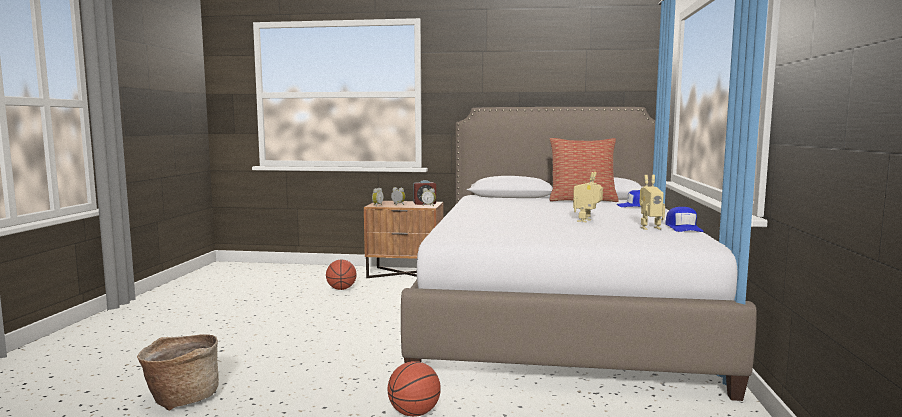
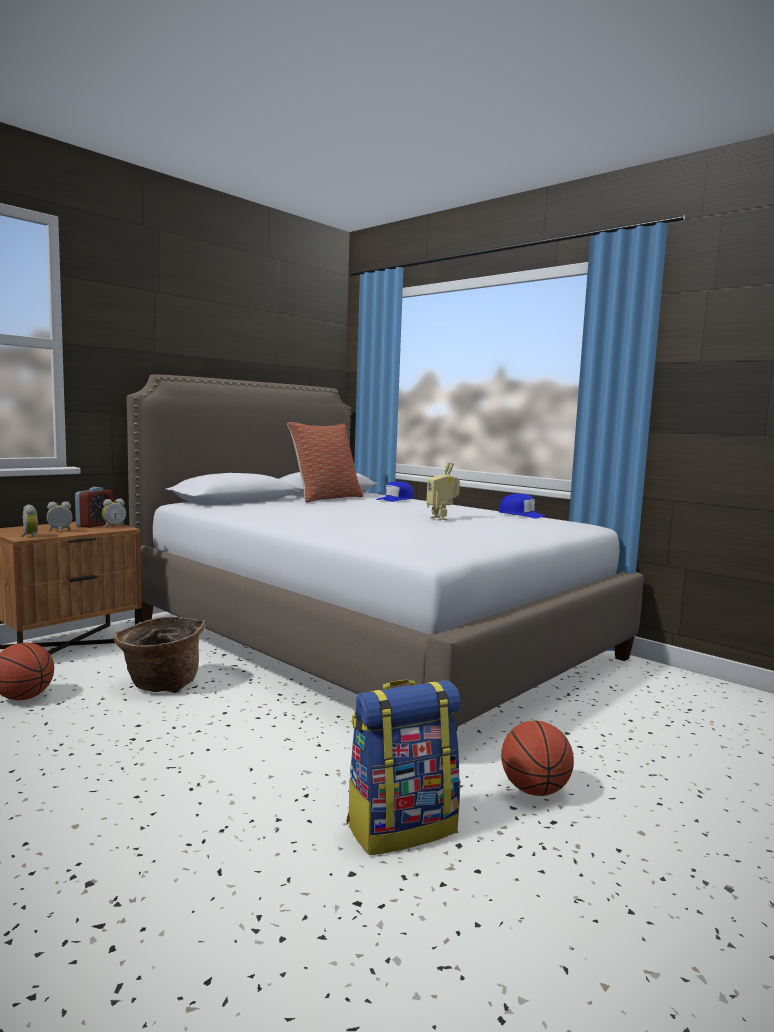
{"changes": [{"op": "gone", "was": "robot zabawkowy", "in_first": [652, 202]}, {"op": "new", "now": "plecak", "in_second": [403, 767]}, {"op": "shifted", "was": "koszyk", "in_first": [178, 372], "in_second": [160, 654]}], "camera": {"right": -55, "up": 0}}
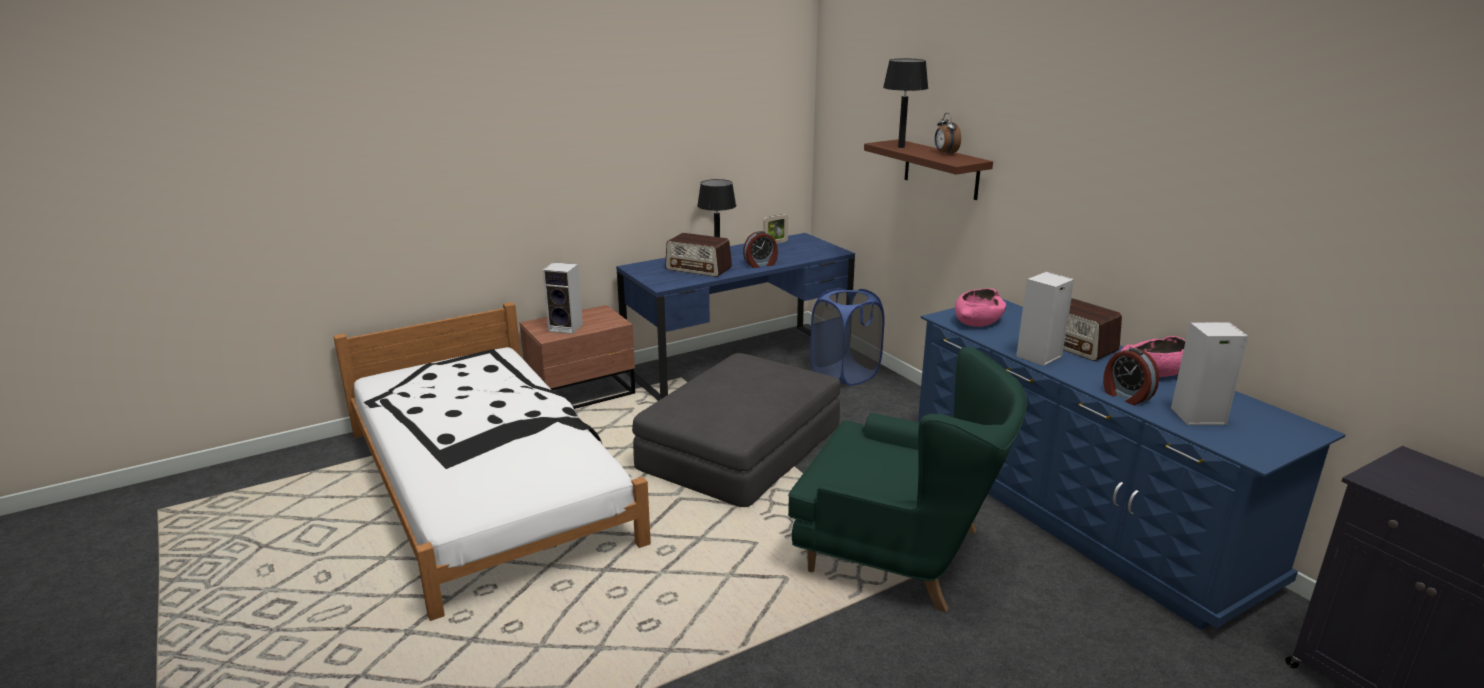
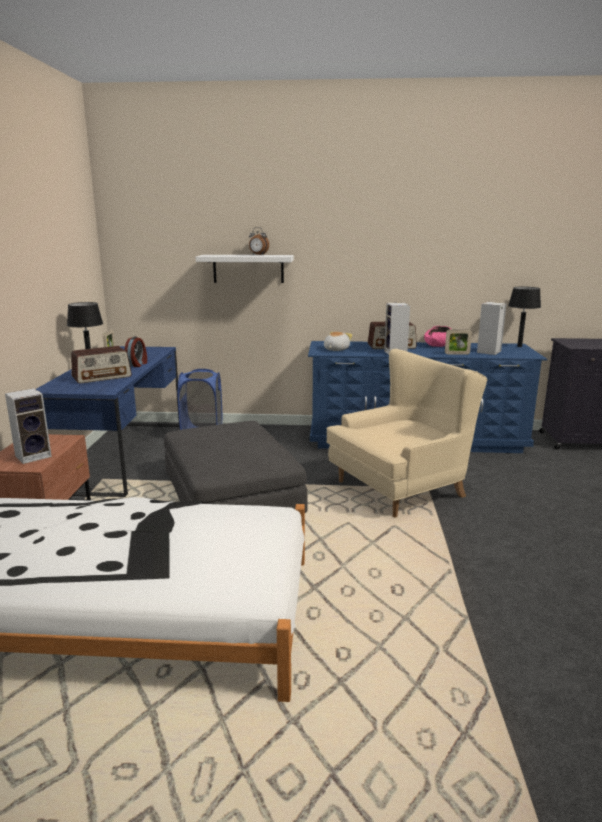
{"changes": [{"op": "shifted", "was": "lampa stołowa (czarny)", "in_first": [905, 103], "in_second": [524, 317]}, {"op": "swapped", "was": "miska (różowy)", "now": "pluszak", "in_first": [980, 307], "in_second": [338, 341]}, {"op": "swapped", "was": "budzik", "now": "ramka na zdjęcie", "in_first": [1131, 376], "in_second": [458, 342]}, {"op": "repainted", "was": "fotel (zielony)", "now": "fotel (beżowy)", "in_first": [907, 479], "in_second": [407, 433]}, {"op": "repainted", "was": "półka (brązowy)", "now": "półka (biały)", "in_first": [928, 169], "in_second": [245, 269]}], "camera": {"right": -55, "up": -5}}
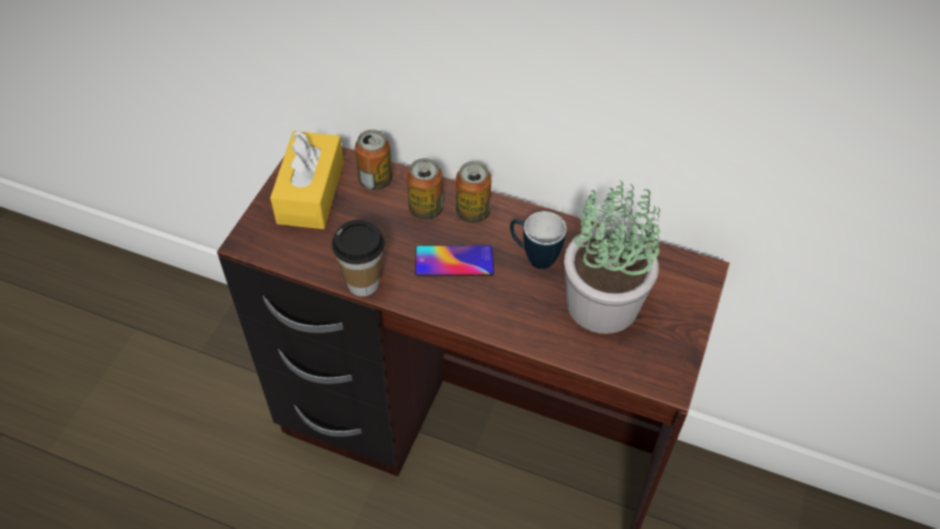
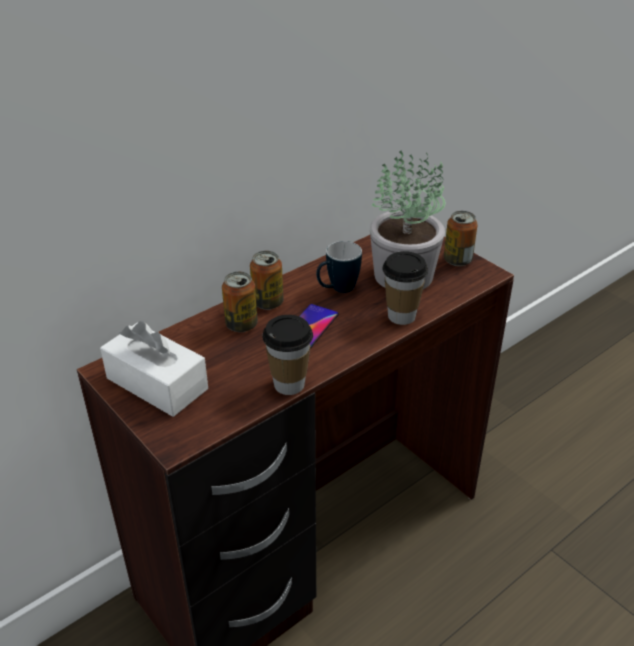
{"changes": [{"op": "new", "now": "filiżanka", "in_second": [405, 288]}, {"op": "shifted", "was": "puszka", "in_first": [373, 160], "in_second": [461, 238]}, {"op": "repainted", "was": "pudełko chusteczek (żółty)", "now": "pudełko chusteczek (biały)", "in_first": [307, 180], "in_second": [154, 369]}], "camera": {"right": -60, "up": -15}}
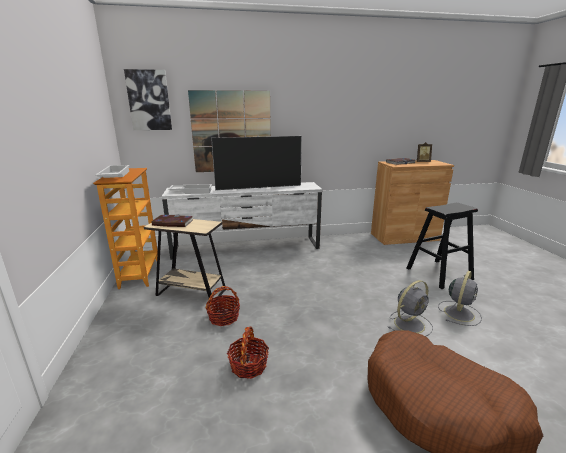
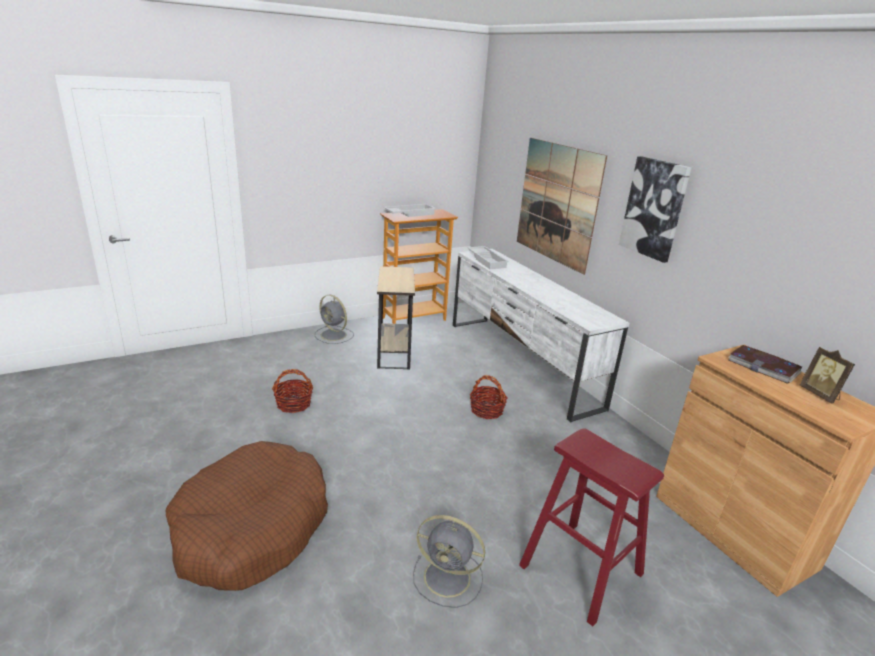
{"changes": [{"op": "gone", "was": "książka", "in_first": [172, 221]}, {"op": "gone", "was": "telewizor", "in_first": [256, 163]}, {"op": "shifted", "was": "obraz", "in_first": [148, 99], "in_second": [655, 209]}, {"op": "shifted", "was": "koszyk", "in_first": [223, 306], "in_second": [488, 397]}, {"op": "shifted", "was": "wentylator (szary)", "in_first": [410, 308], "in_second": [334, 319]}, {"op": "repainted", "was": "stołek (czarny)", "now": "stołek (czerwony)", "in_first": [442, 246], "in_second": [591, 527]}], "camera": {"right": 70, "up": 5}}
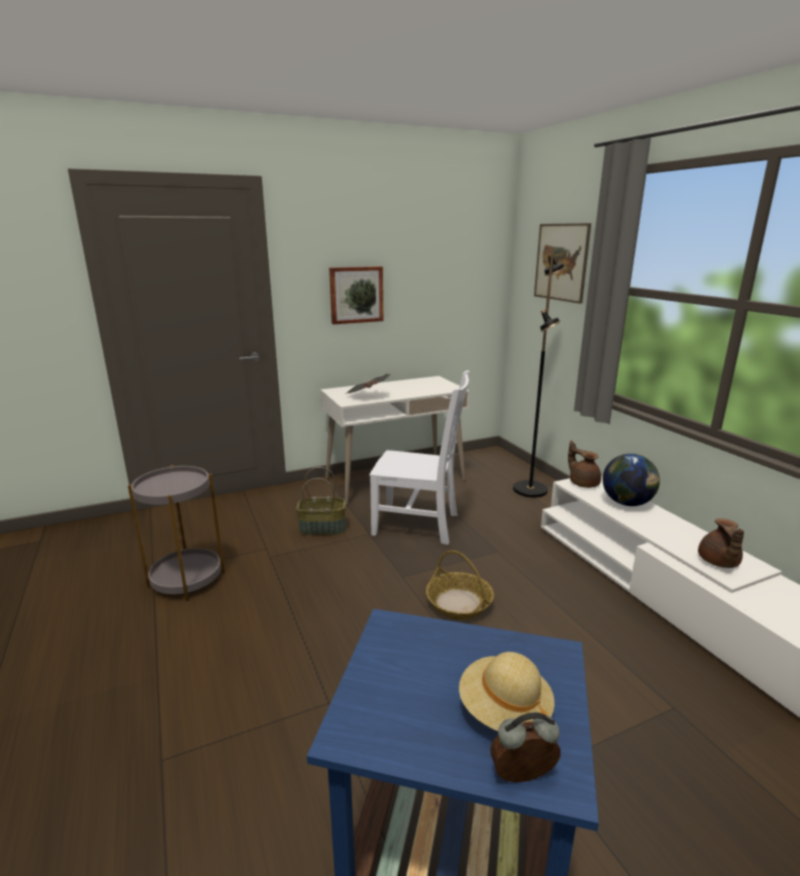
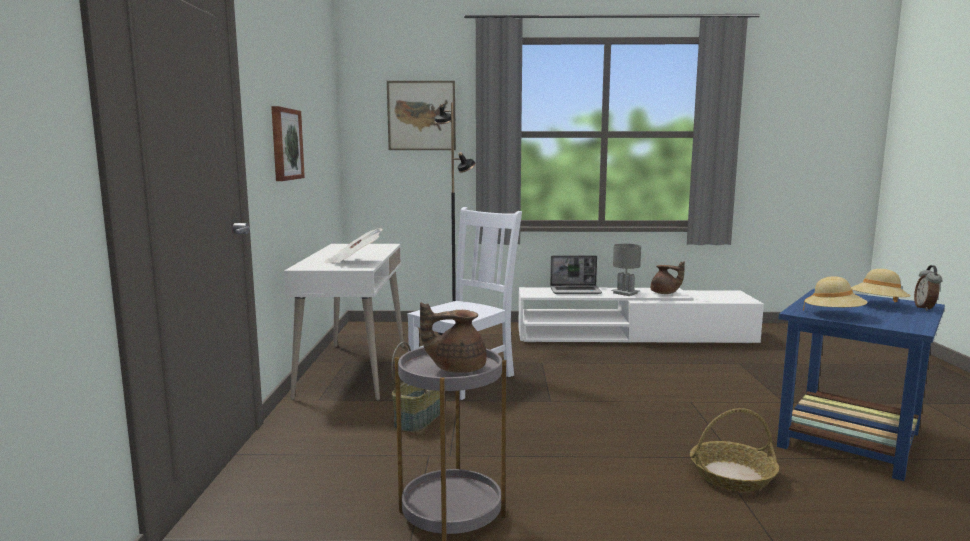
{"changes": [{"op": "new", "now": "lampa stołowa (szary)", "in_second": [626, 270]}, {"op": "new", "now": "kapelusz (beżowy)", "in_second": [835, 293]}, {"op": "shifted", "was": "koszyk", "in_first": [460, 585], "in_second": [734, 450]}, {"op": "shifted", "was": "imbryk (brązowy)", "in_first": [584, 464], "in_second": [453, 337]}, {"op": "swapped", "was": "globus", "now": "laptop", "in_first": [631, 480], "in_second": [576, 274]}], "camera": {"right": -65, "up": -10}}
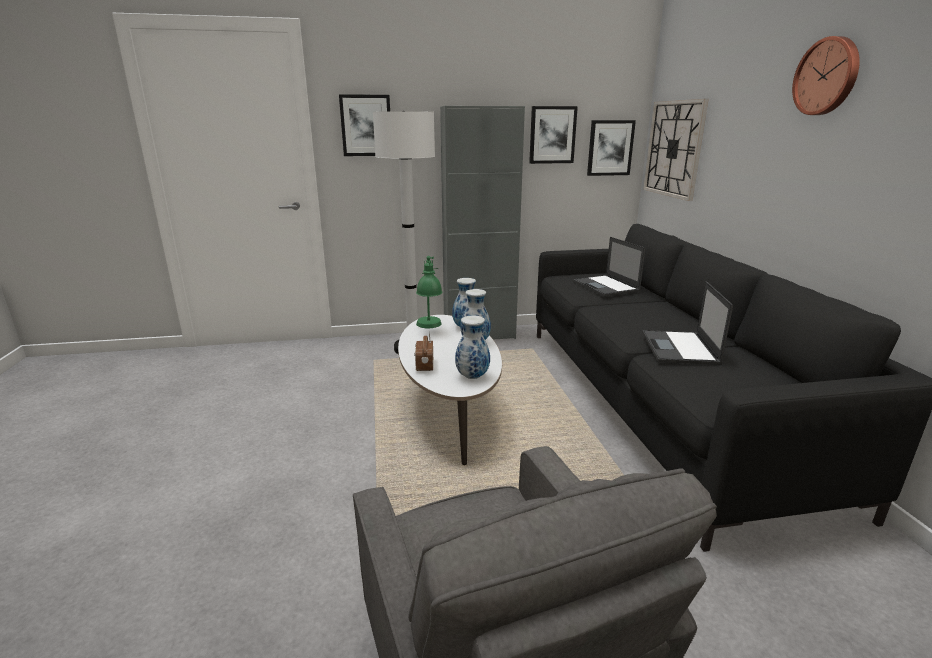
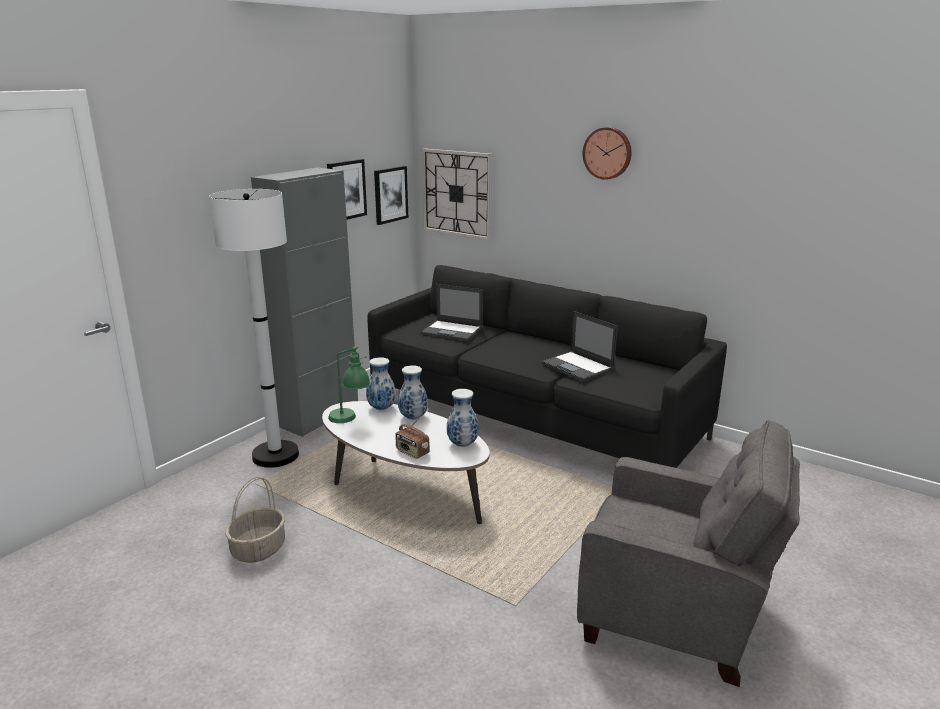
{"changes": [{"op": "gone", "was": "obraz", "in_first": [364, 125]}, {"op": "new", "now": "koszyk", "in_second": [255, 520]}], "camera": {"right": -45, "up": 0}}
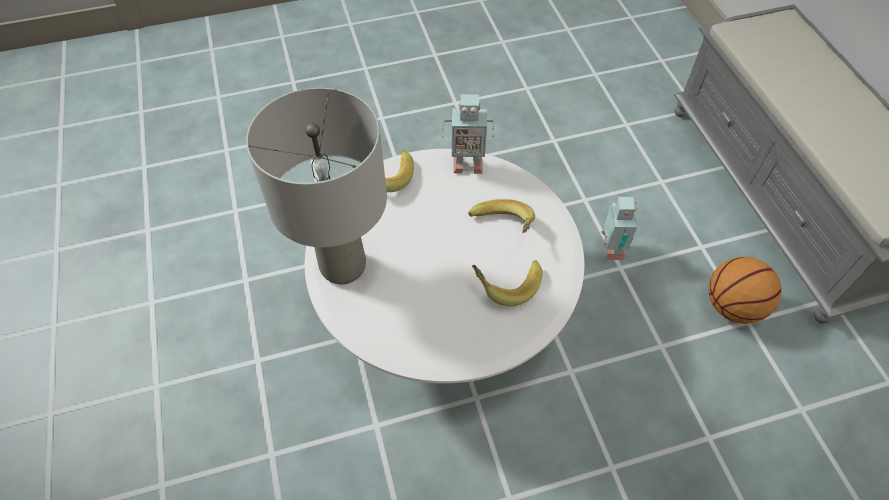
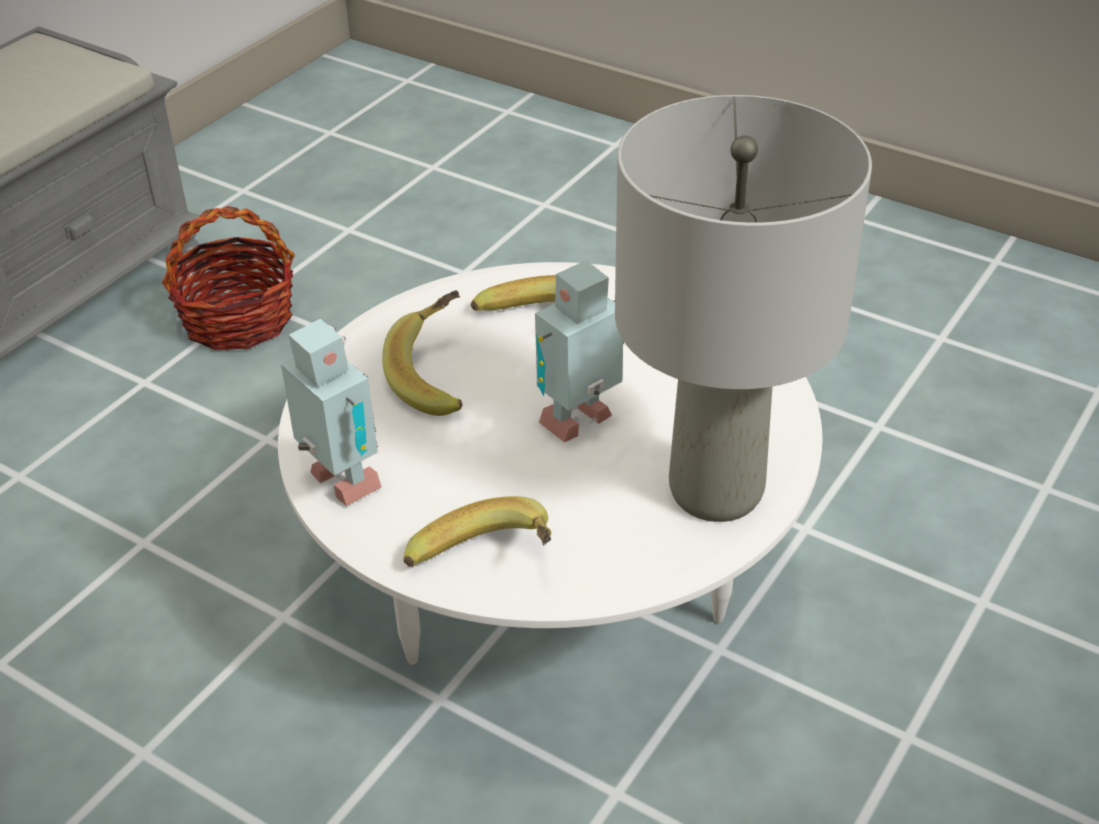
{"changes": [{"op": "shifted", "was": "robot zabawkowy", "in_first": [619, 228], "in_second": [579, 351]}, {"op": "swapped", "was": "piłka do koszykówki", "now": "koszyk", "in_first": [744, 290], "in_second": [228, 278]}], "camera": {"right": -130, "up": -15}}
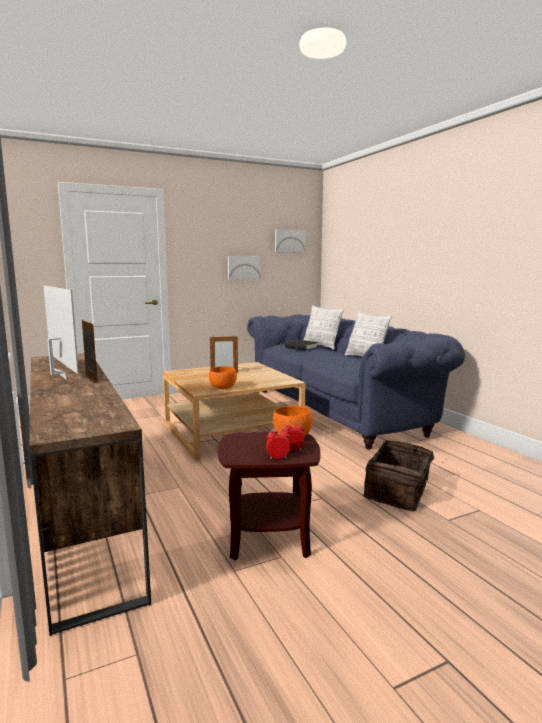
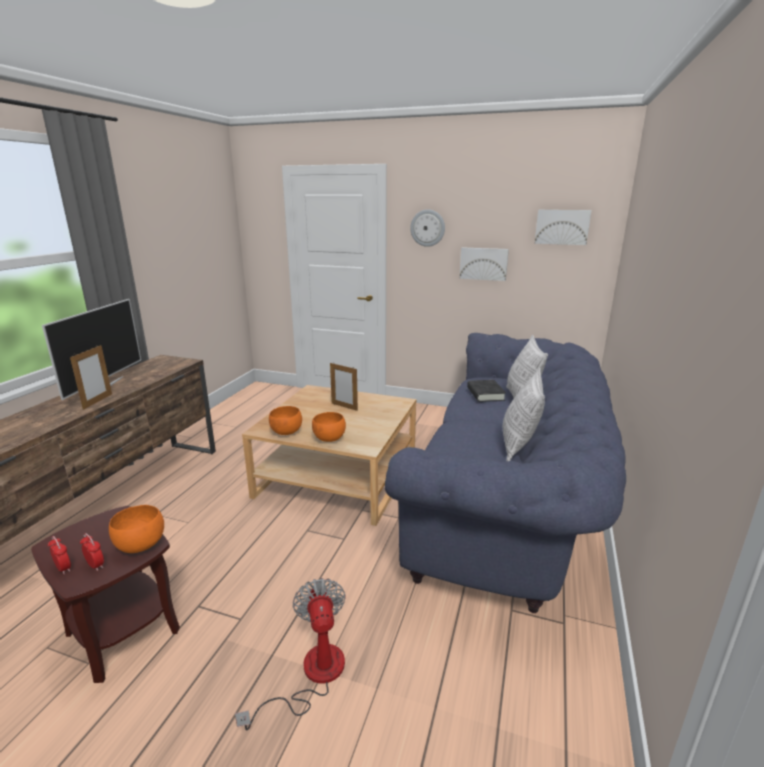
{"changes": [{"op": "new", "now": "miska (pomarańczowy)", "in_second": [329, 427]}, {"op": "new", "now": "zegar ścienny", "in_second": [427, 228]}, {"op": "swapped", "was": "koszyk", "now": "wentylator", "in_first": [405, 476], "in_second": [290, 654]}], "camera": {"right": 45, "up": 10}}
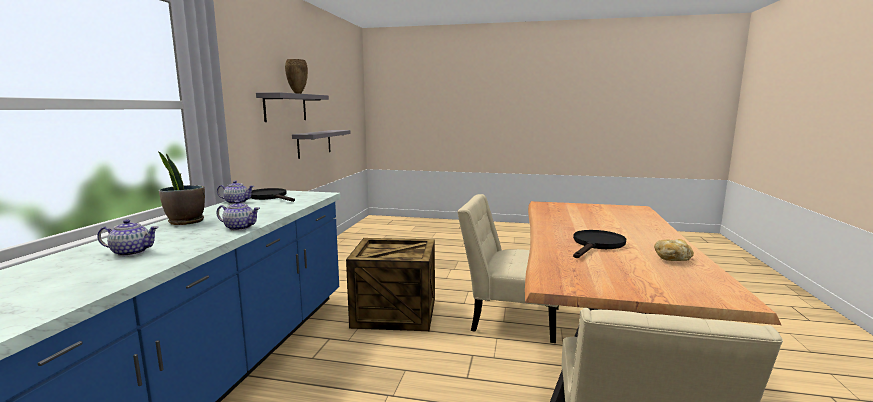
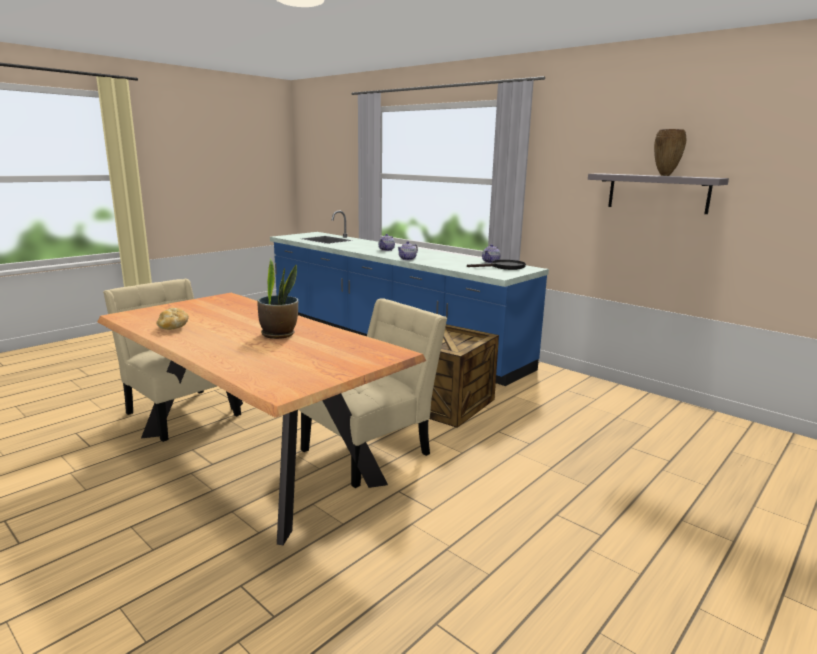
{"changes": [{"op": "gone", "was": "półka (szary)", "in_first": [321, 144]}, {"op": "gone", "was": "patelnia (czarny)", "in_first": [599, 244]}, {"op": "shifted", "was": "roślina doniczkowa", "in_first": [181, 188], "in_second": [277, 298]}], "camera": {"right": 120, "up": 5}}
